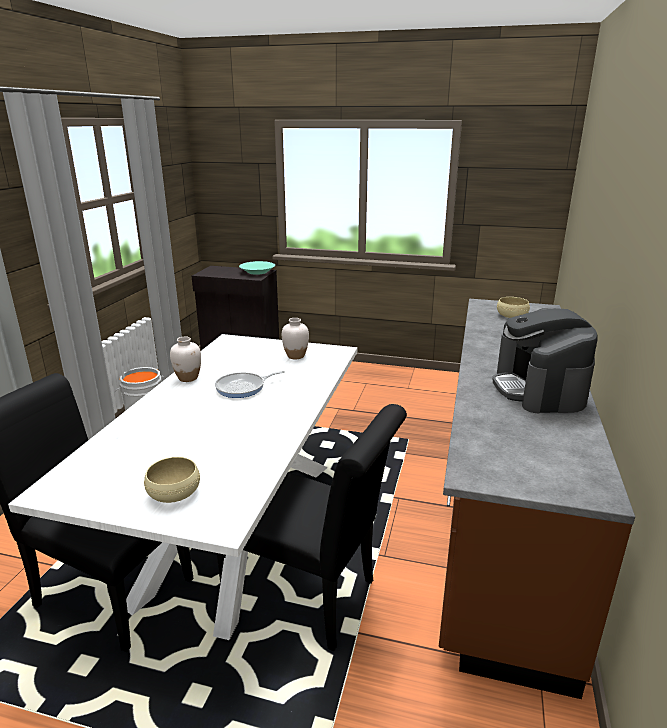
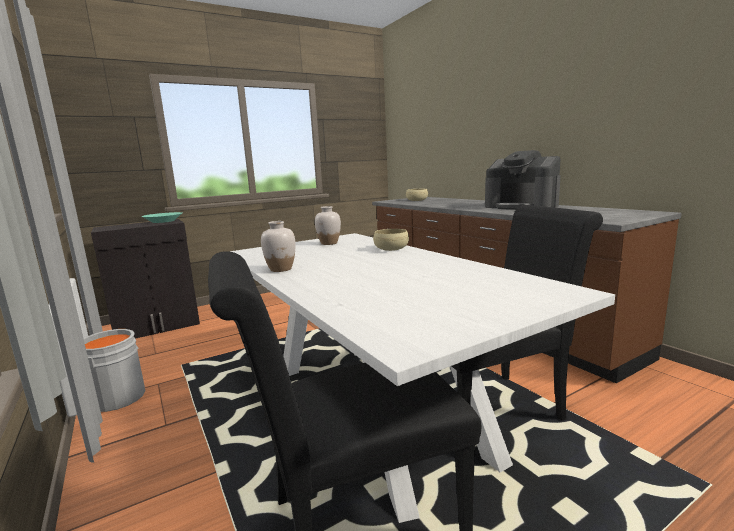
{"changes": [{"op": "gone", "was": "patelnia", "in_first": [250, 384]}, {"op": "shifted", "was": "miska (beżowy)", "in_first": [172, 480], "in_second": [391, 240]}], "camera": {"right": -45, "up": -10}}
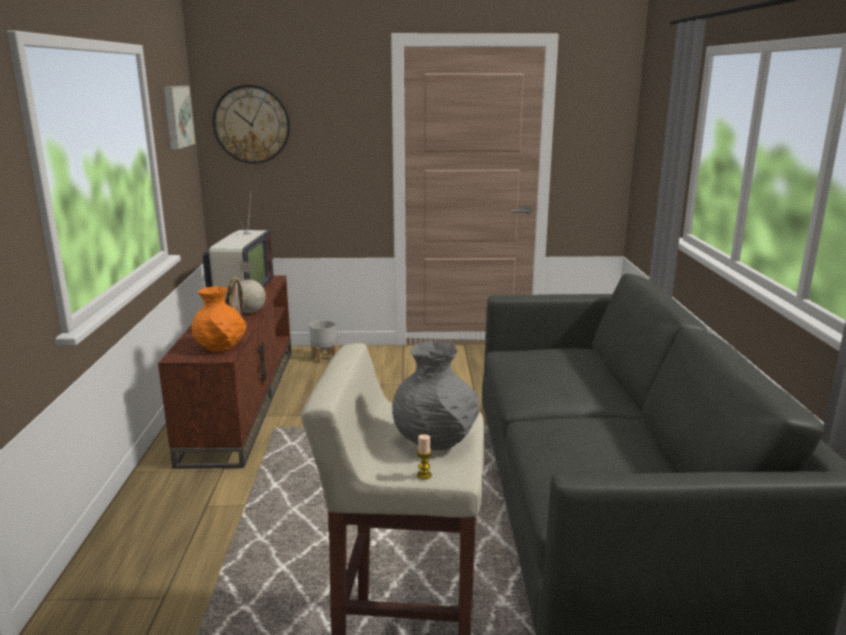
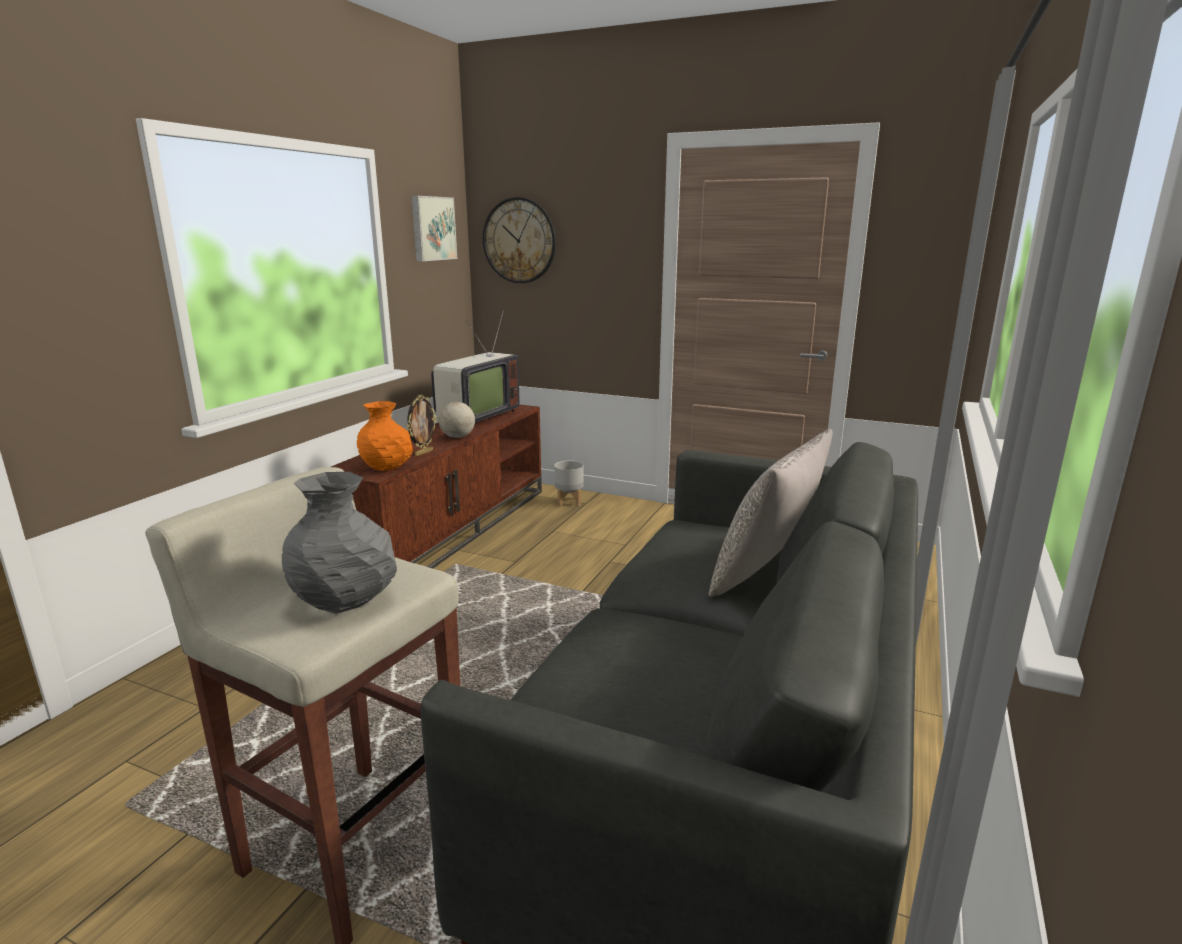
{"changes": [{"op": "gone", "was": "świeca", "in_first": [424, 457]}, {"op": "new", "now": "poduszka (szary)", "in_second": [771, 513]}], "camera": {"right": 25, "up": 0}}
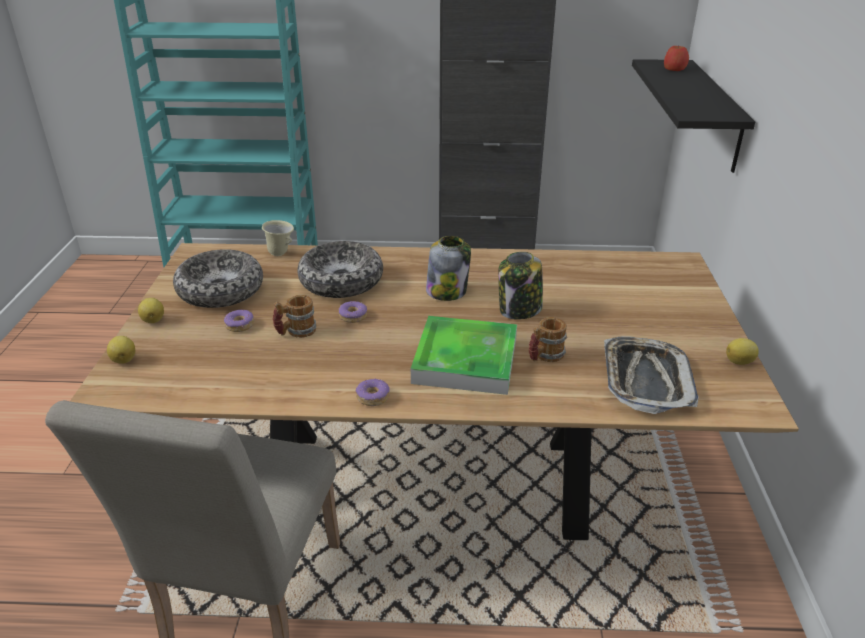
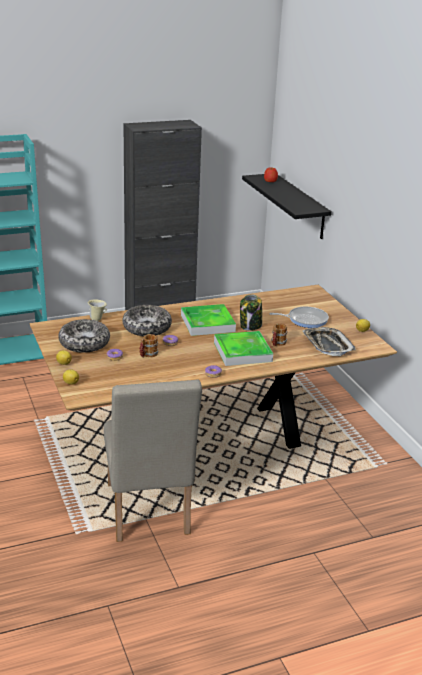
{"changes": [{"op": "new", "now": "patelnia", "in_second": [299, 317]}, {"op": "swapped", "was": "słoik", "now": "taca", "in_first": [448, 268], "in_second": [208, 320]}], "camera": {"right": -25, "up": -5}}
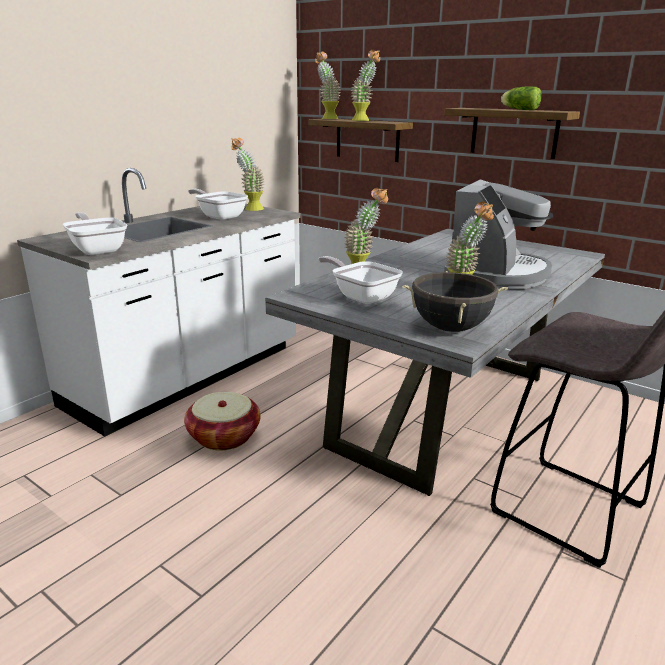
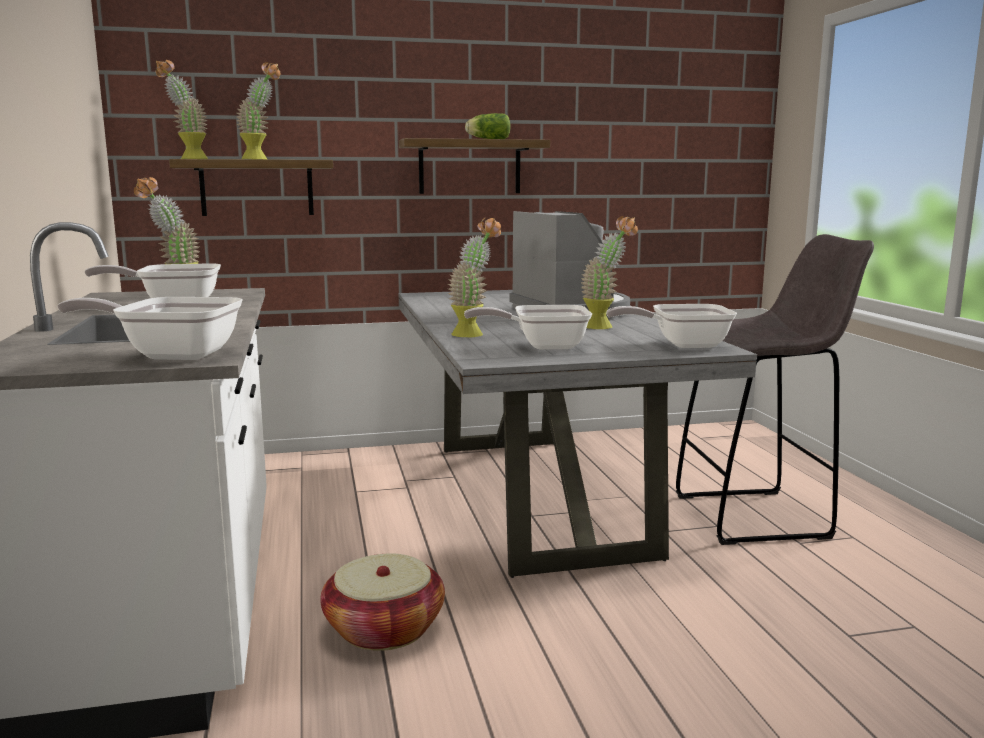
{"changes": [{"op": "swapped", "was": "garnek (czarny)", "now": "patelnia", "in_first": [455, 301], "in_second": [671, 326]}], "camera": {"right": -50, "up": -10}}
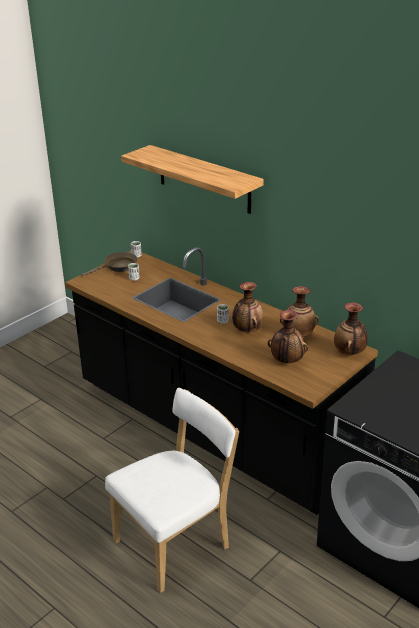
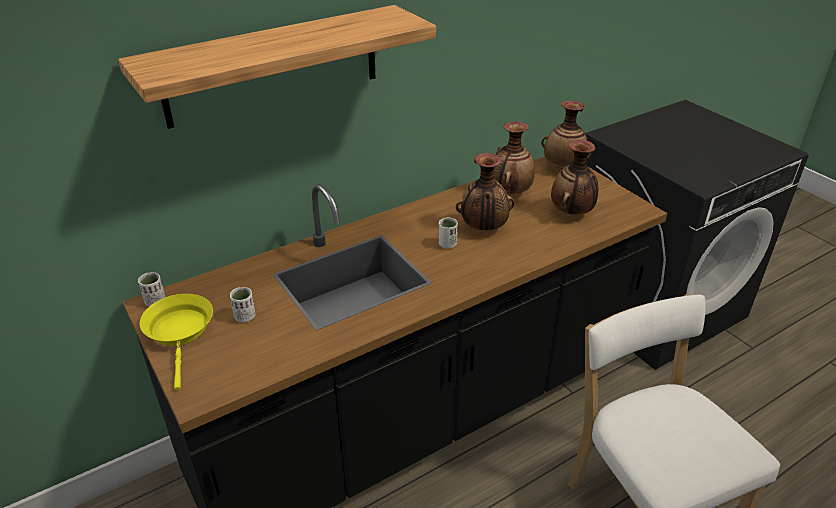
{"changes": [{"op": "repainted", "was": "patelnia (brązowy)", "now": "patelnia (żółty)", "in_first": [109, 264], "in_second": [176, 342]}], "camera": {"right": -75, "up": 5}}
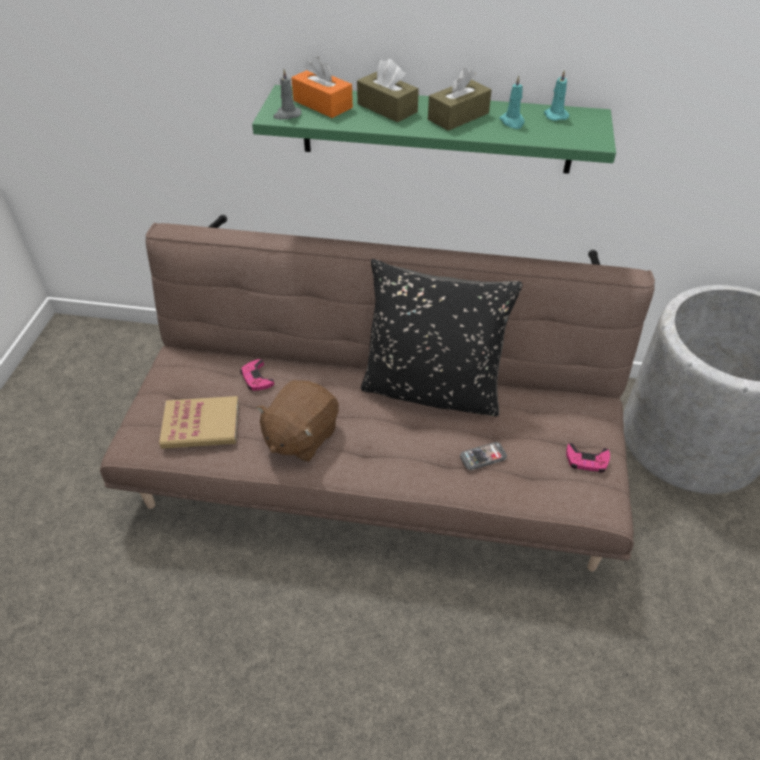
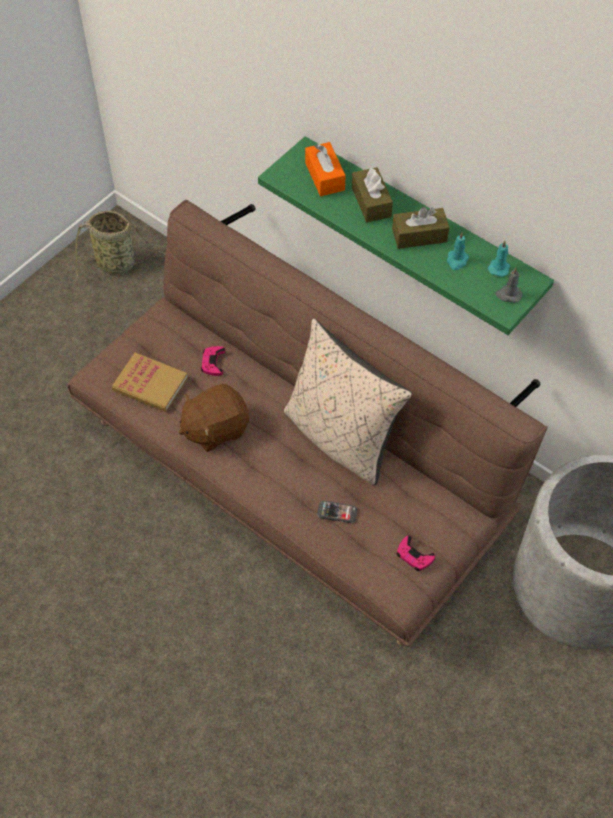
{"changes": [{"op": "new", "now": "koszyk", "in_second": [119, 243]}, {"op": "shifted", "was": "świeca (szary)", "in_first": [287, 94], "in_second": [508, 285]}, {"op": "repainted", "was": "poduszka (czarny)", "now": "poduszka (beżowy)", "in_first": [442, 337], "in_second": [348, 402]}], "camera": {"right": 30, "up": 10}}
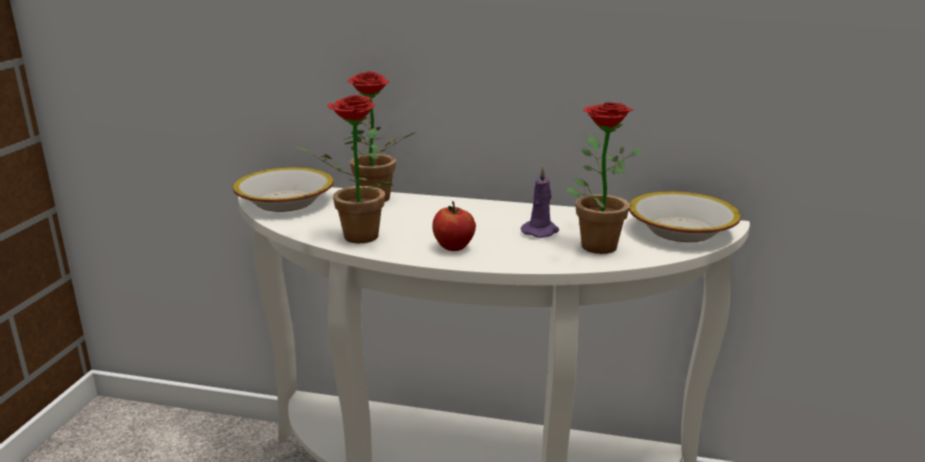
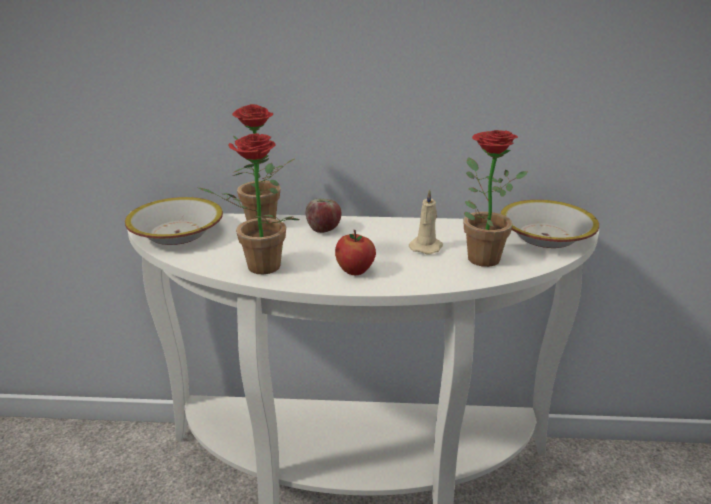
{"changes": [{"op": "new", "now": "jabłko", "in_second": [323, 216]}, {"op": "repainted", "was": "świeca (fioletowy)", "now": "świeca (beżowy)", "in_first": [540, 202], "in_second": [426, 222]}], "camera": {"right": -10, "up": 5}}
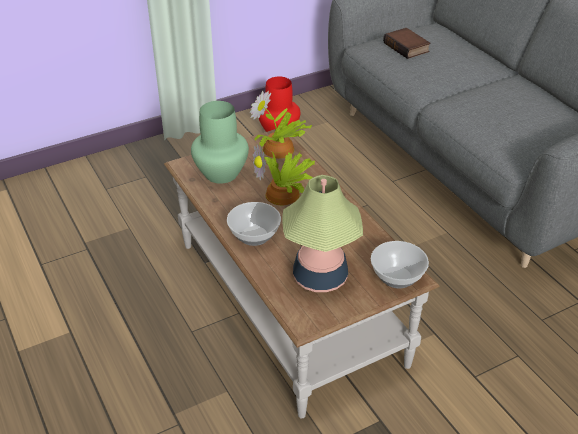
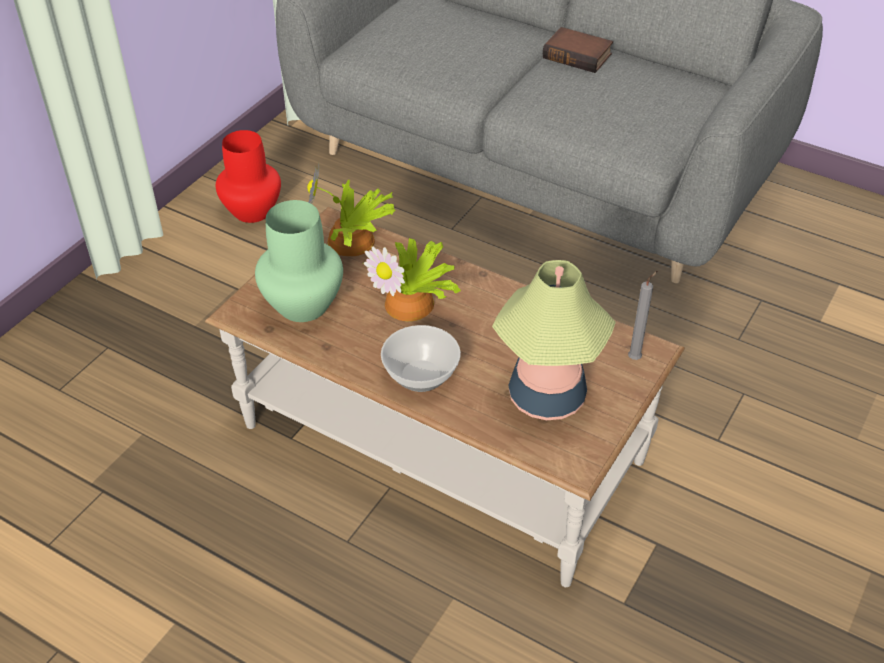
{"changes": [{"op": "shifted", "was": "książka", "in_first": [407, 43], "in_second": [578, 50]}, {"op": "swapped", "was": "miska", "now": "świeca (szary)", "in_first": [400, 264], "in_second": [642, 315]}], "camera": {"right": -30, "up": 5}}
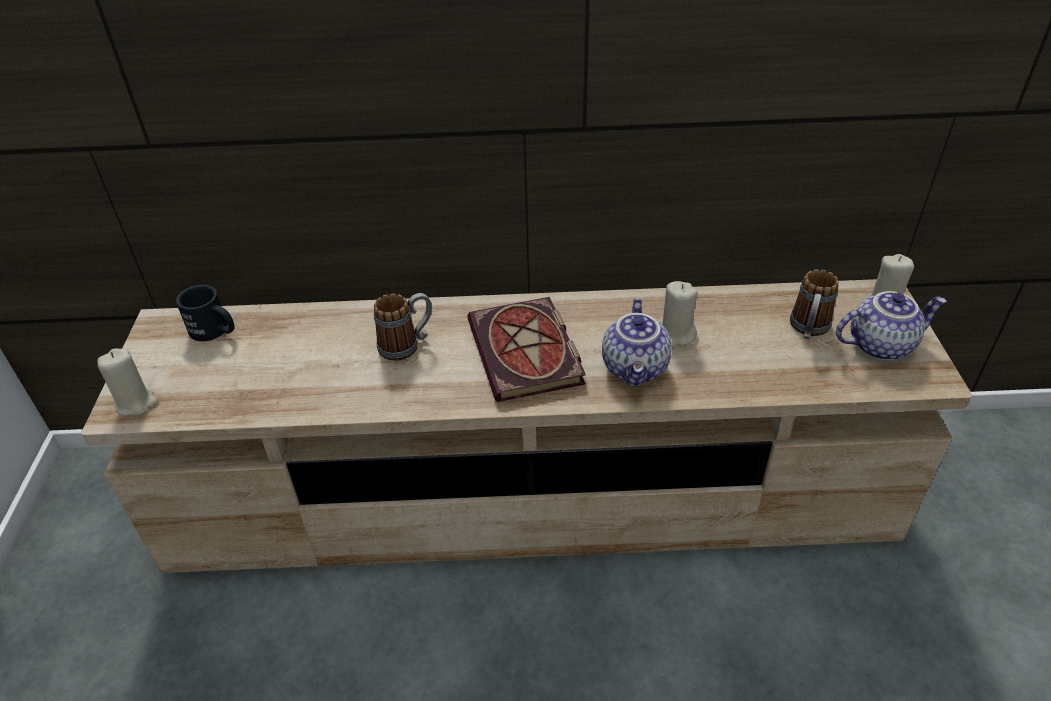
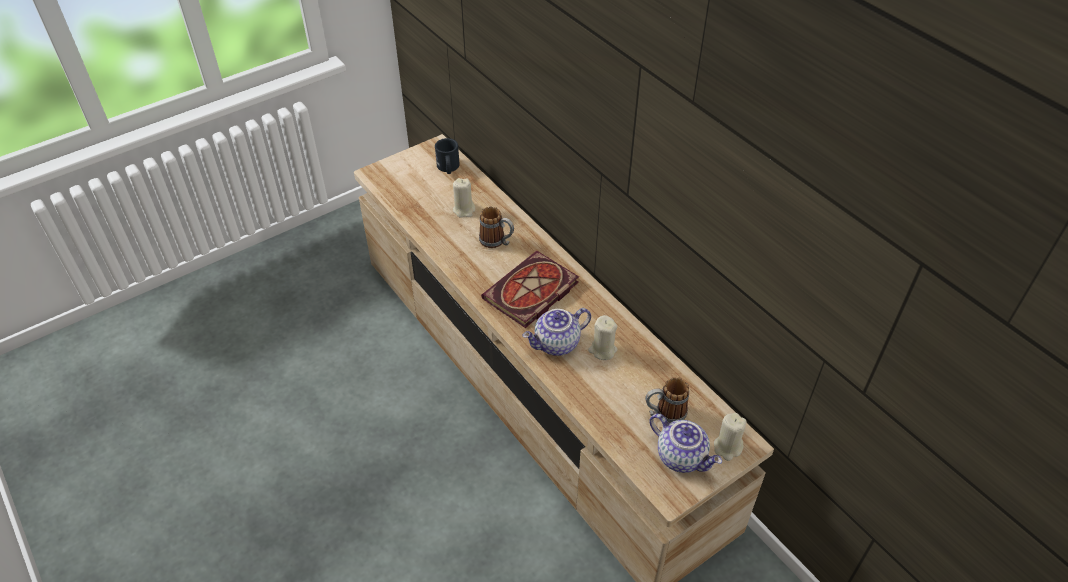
{"changes": [{"op": "shifted", "was": "świeca (beżowy)", "in_first": [127, 382], "in_second": [464, 197]}], "camera": {"right": 55, "up": 5}}
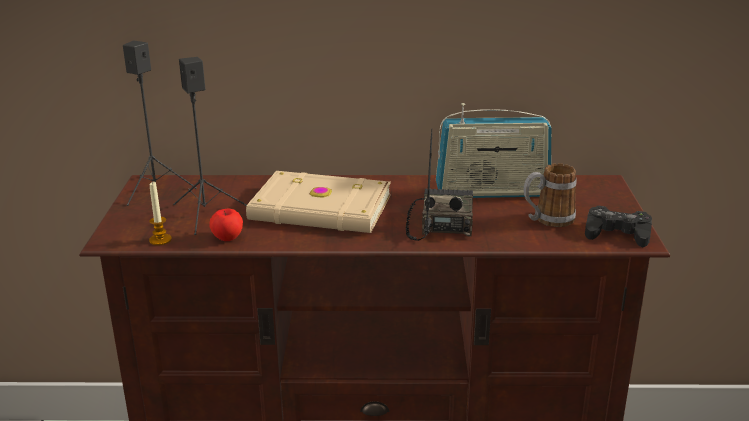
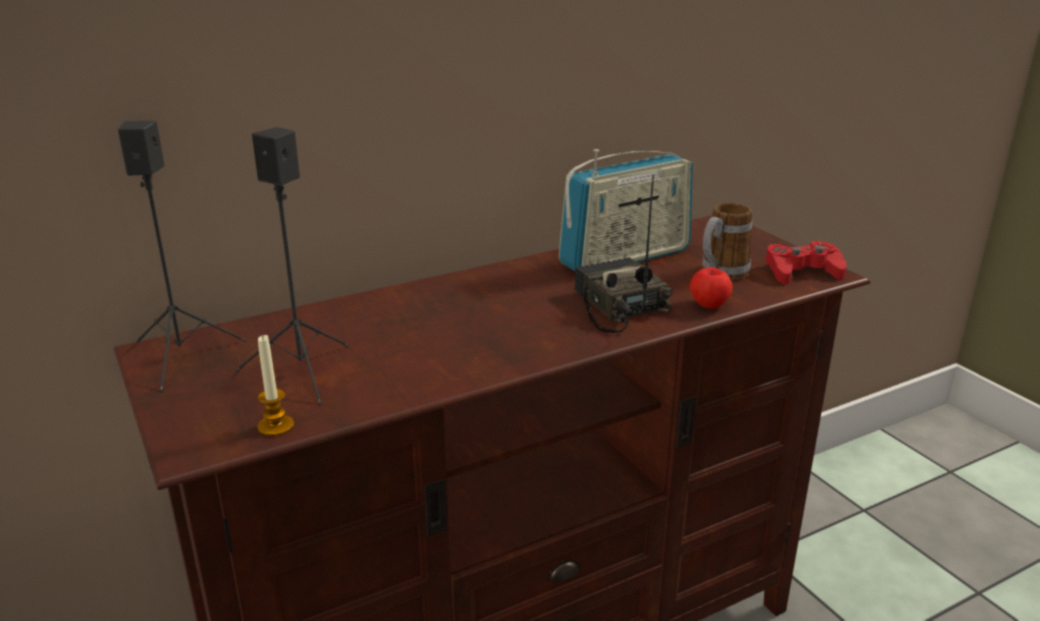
{"changes": [{"op": "gone", "was": "książka (beżowy)", "in_first": [318, 202]}, {"op": "shifted", "was": "jabłko", "in_first": [226, 225], "in_second": [711, 288]}, {"op": "repainted", "was": "pad do gier (czarny)", "now": "pad do gier (czerwony)", "in_first": [618, 226], "in_second": [806, 262]}], "camera": {"right": -30, "up": 0}}
